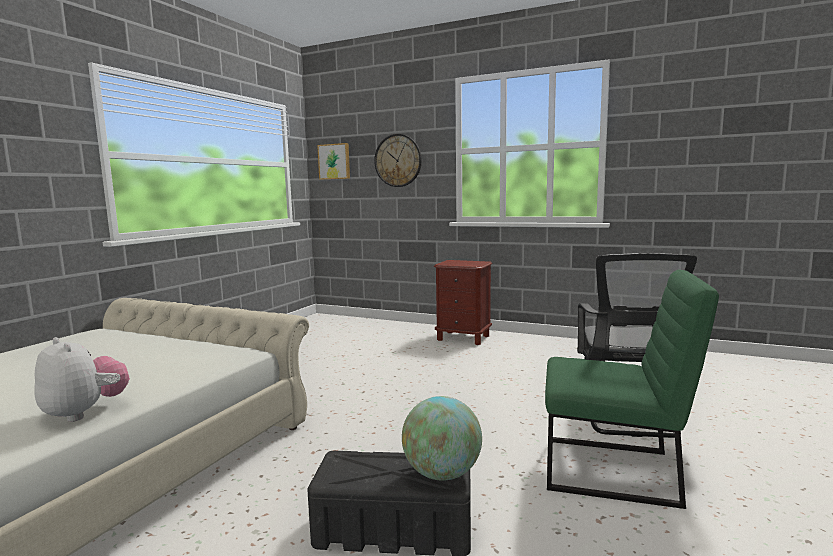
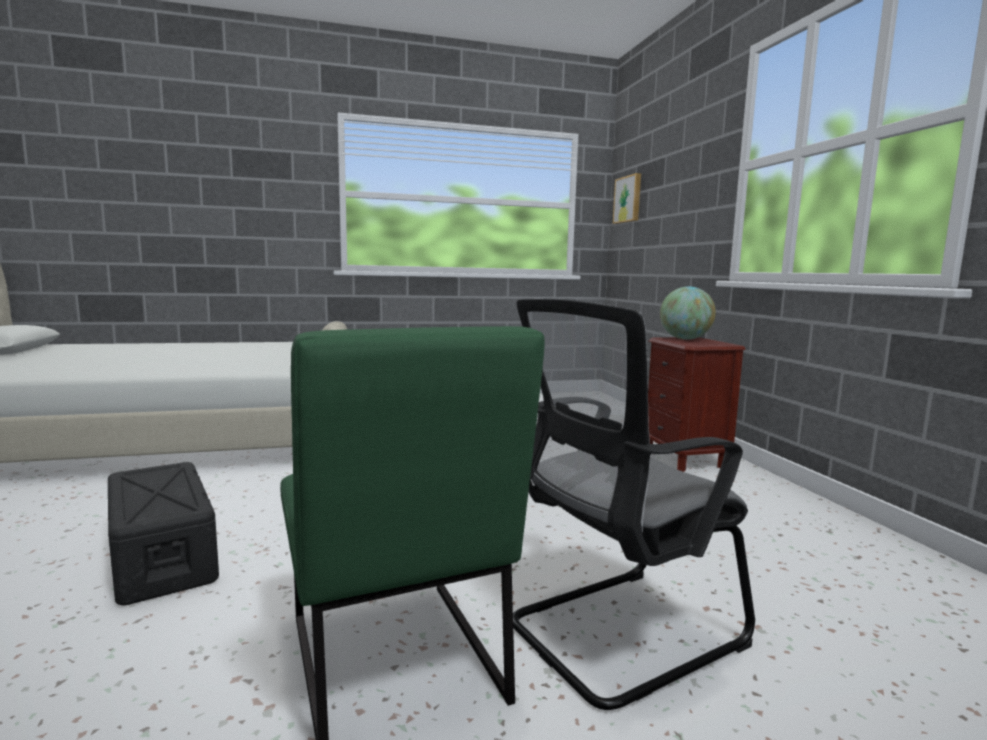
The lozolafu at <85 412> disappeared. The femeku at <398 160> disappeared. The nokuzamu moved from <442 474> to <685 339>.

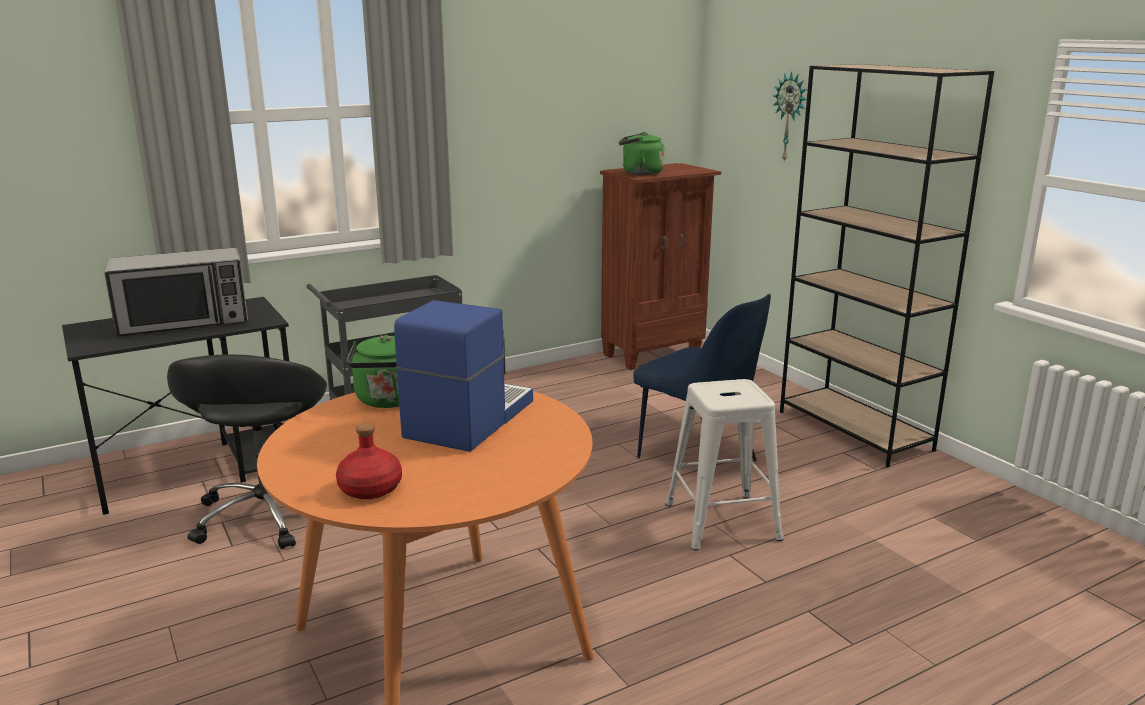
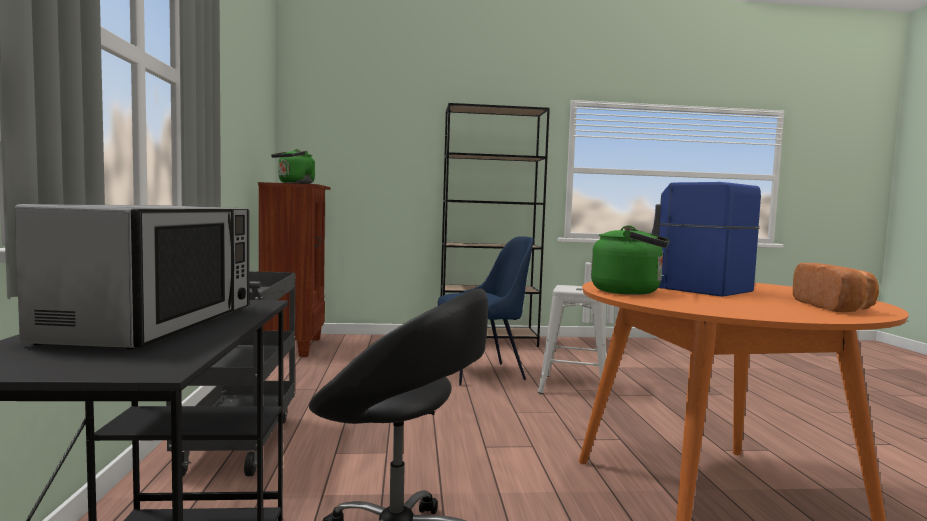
The femeku at <790 117> disappeared. The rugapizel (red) at <369 488> was replaced by the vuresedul at <835 307>.

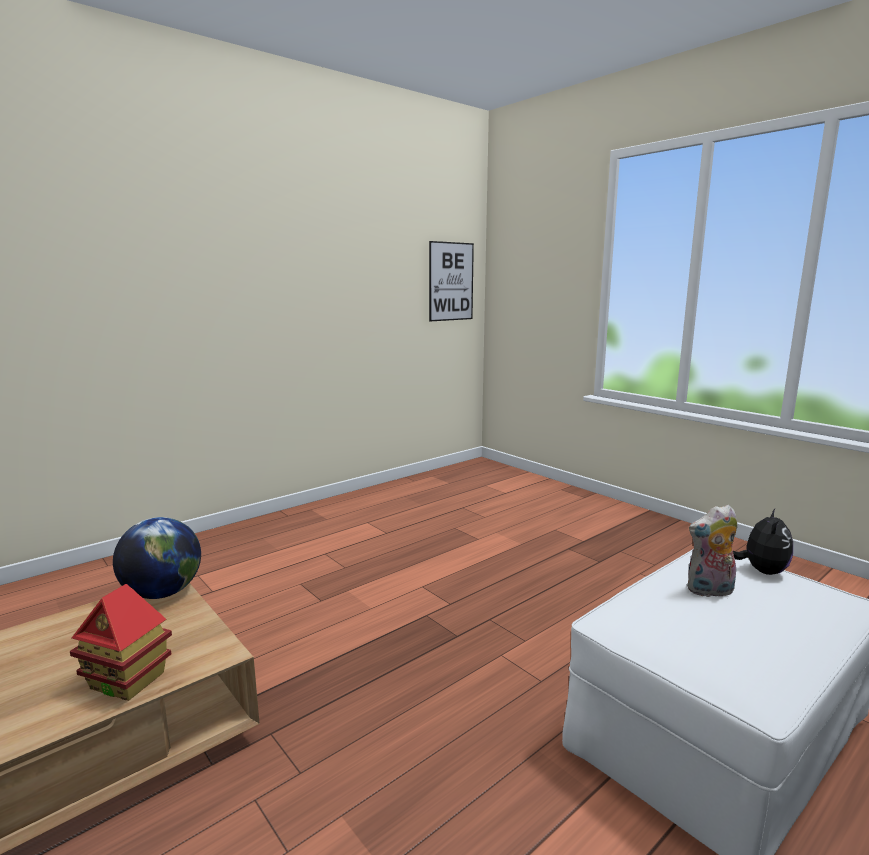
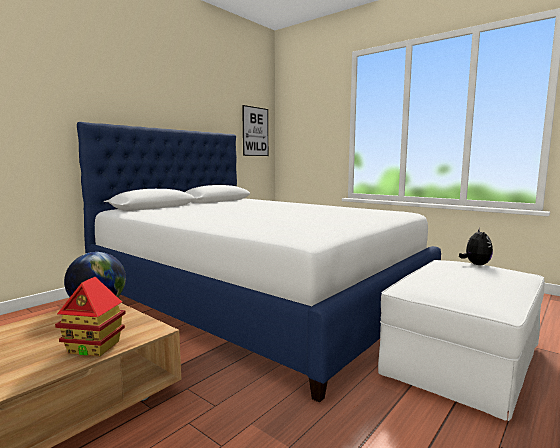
The lozolafu at <710 591> disappeared. The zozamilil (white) at <256 298> appeared.

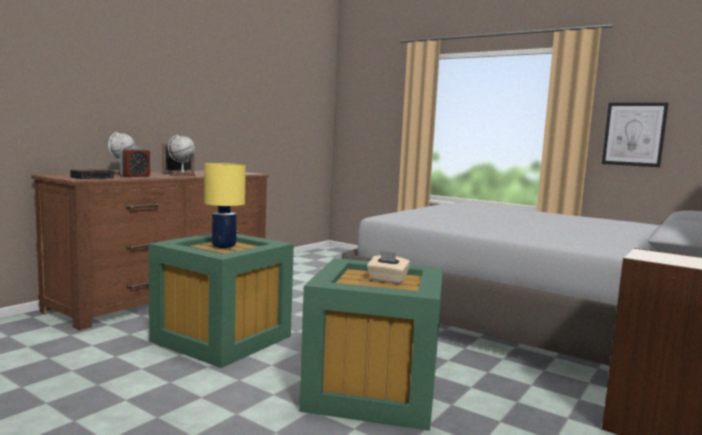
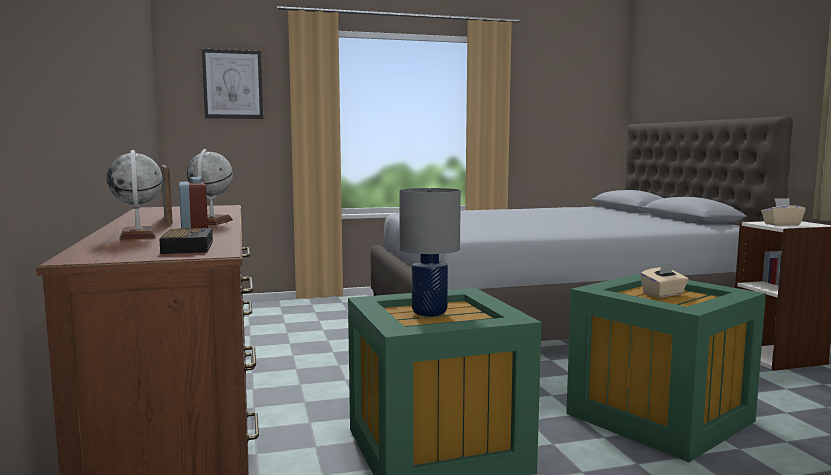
The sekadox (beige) at <781 224> appeared. The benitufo moved from <634 134> to <233 84>. The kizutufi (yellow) at <224 247> became the kizutufi (grey) at <430 314>.

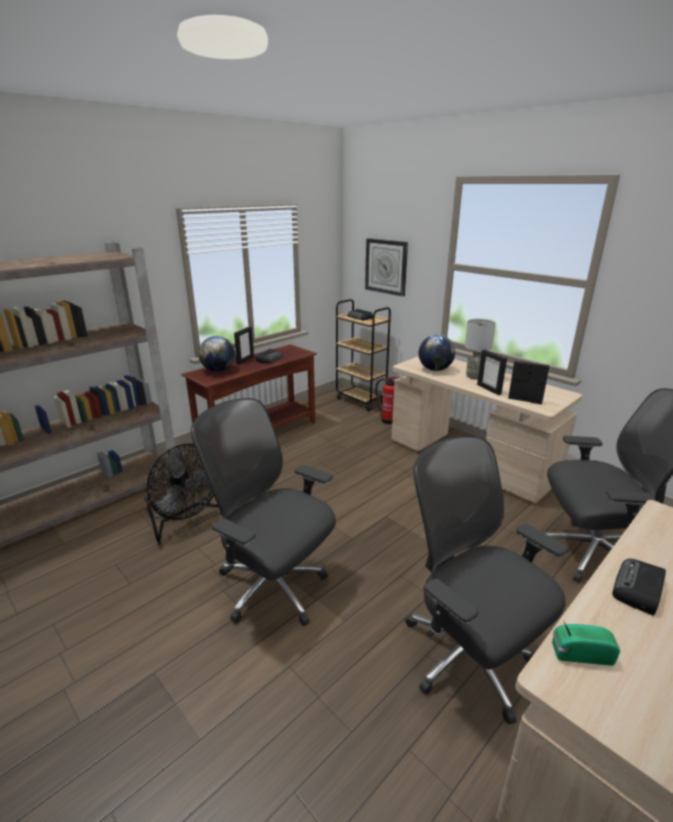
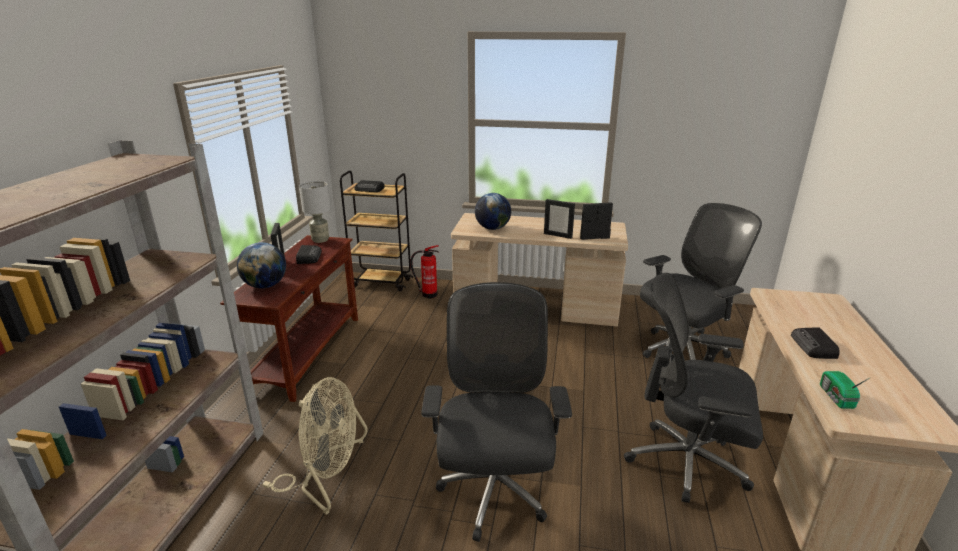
The femeku at <386 266> disappeared. The kizutufi (grey) moved from <474 376> to <320 240>. The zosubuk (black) at <184 519> became the zosubuk (beige) at <325 475>. The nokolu at <274 587> turned 90 degrees clockwise. The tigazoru at <579 653> turned 60 degrees counterclockwise.

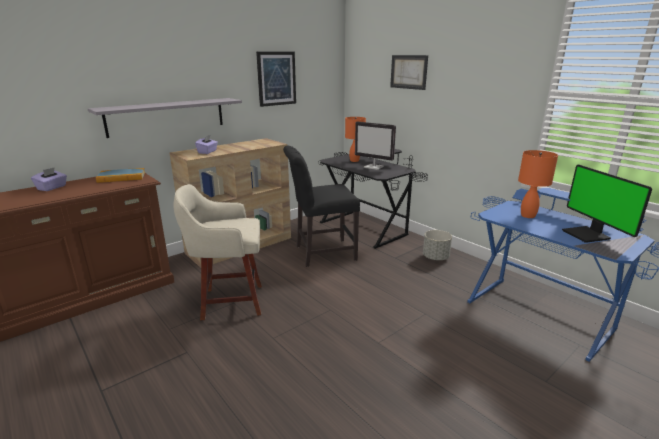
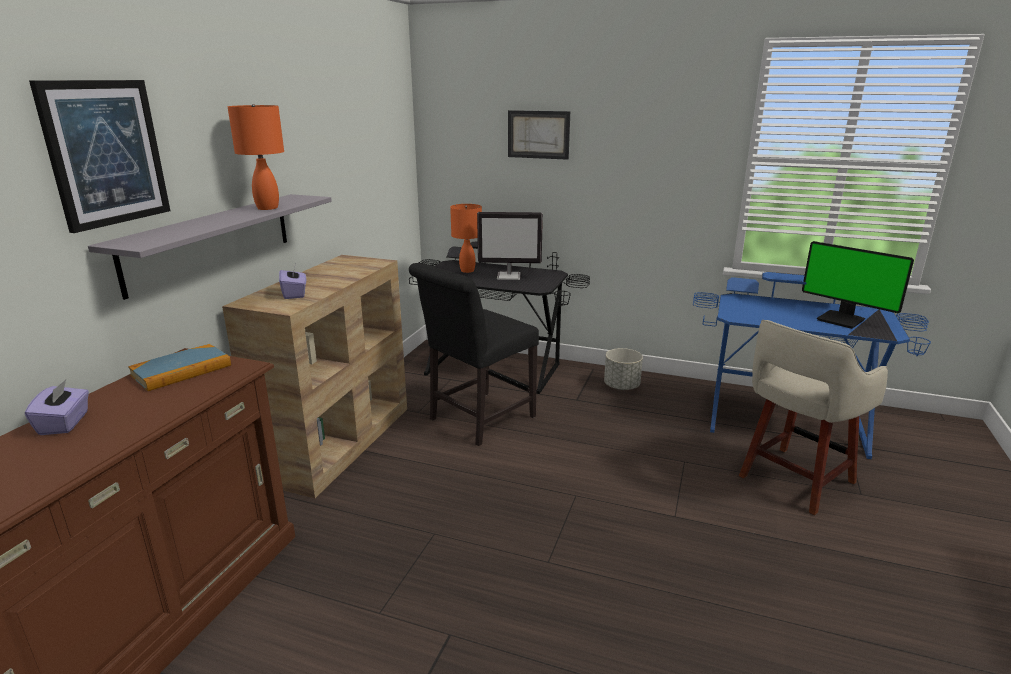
The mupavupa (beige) moved from <229 302> to <793 481>. The benitufo moved from <276 78> to <105 153>. The kizutufi (orange) moved from <527 215> to <266 208>.

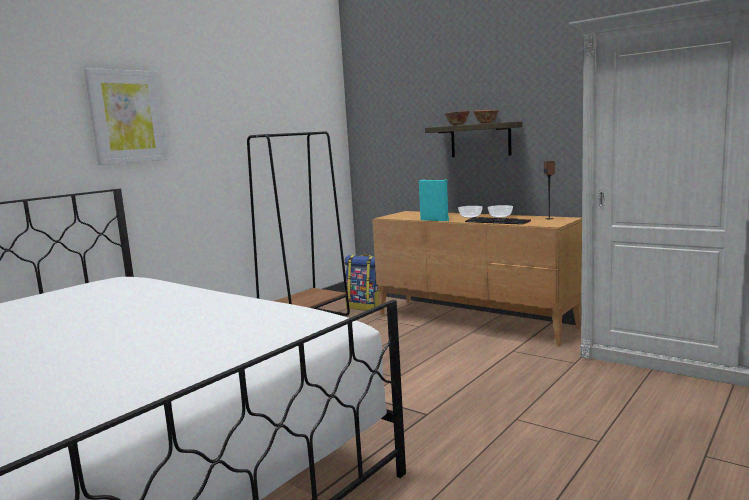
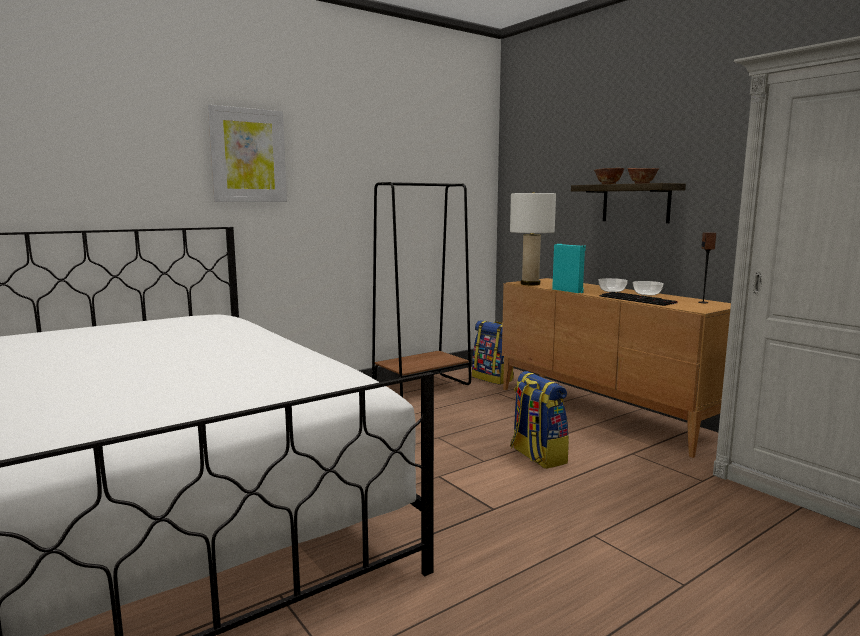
The kizutufi (white) at <530 284> appeared. The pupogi at <537 456> appeared.

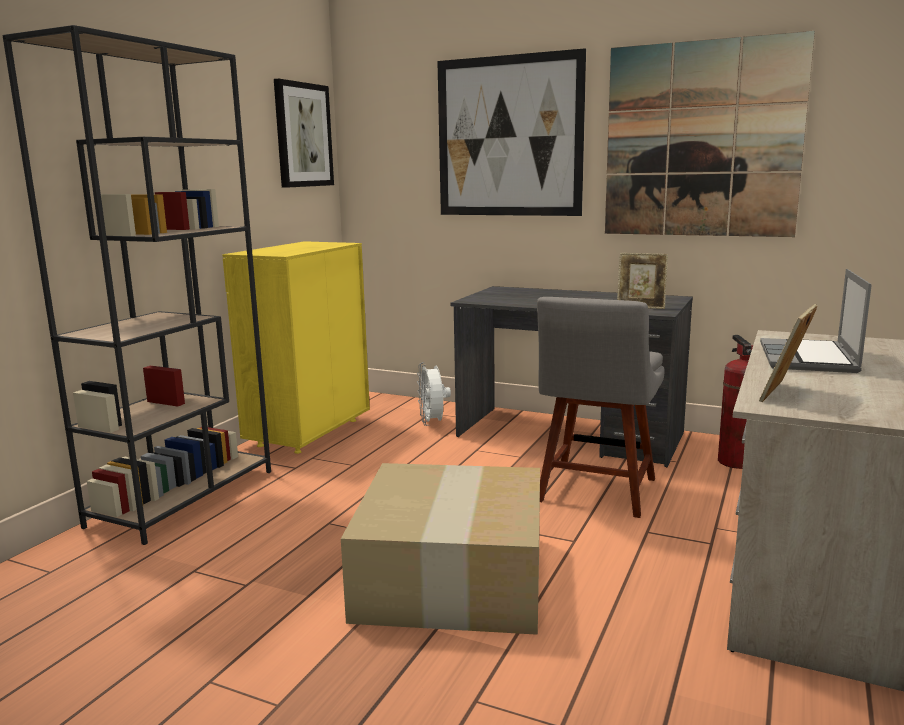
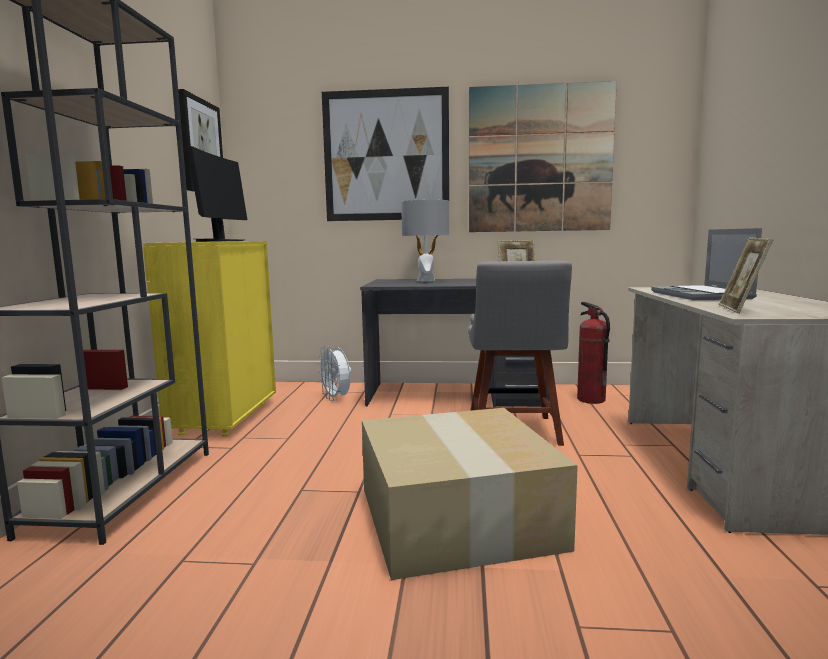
The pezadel at <220 241> appeared. The kizutufi (grey) at <426 280> appeared.

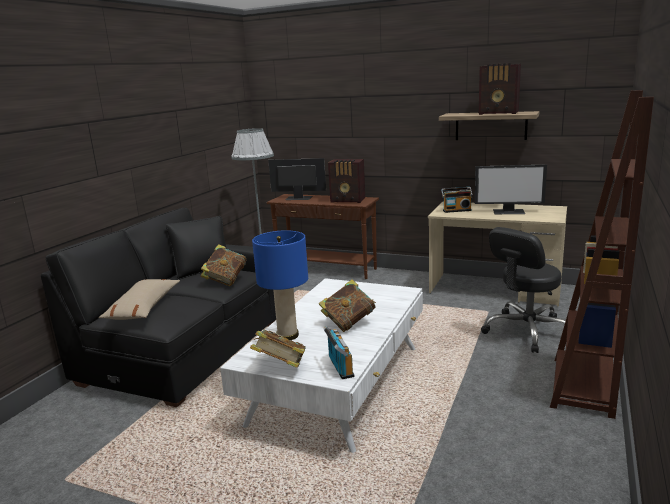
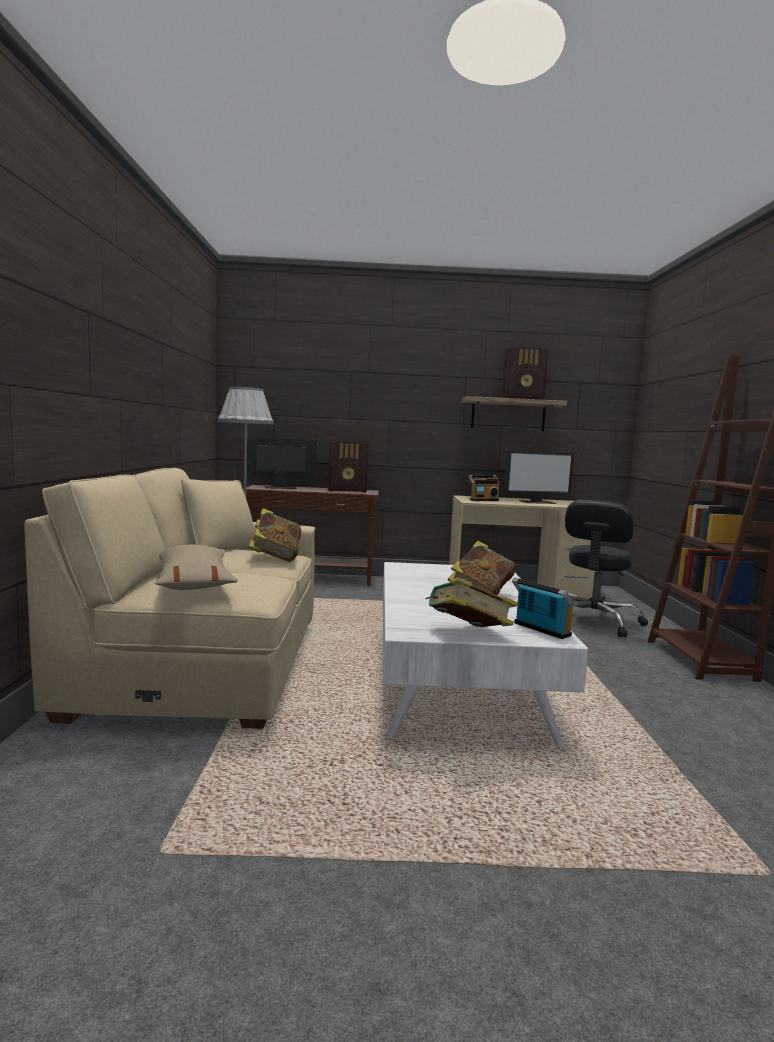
The kizutufi (blue) at <287 335> disappeared. The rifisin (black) at <184 352> became the rifisin (beige) at <203 666>.

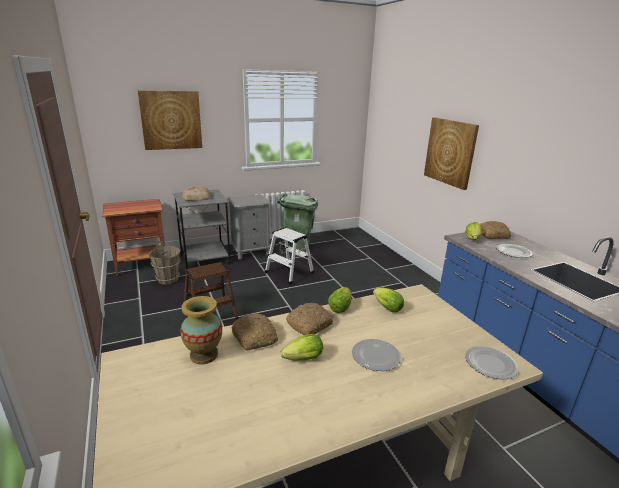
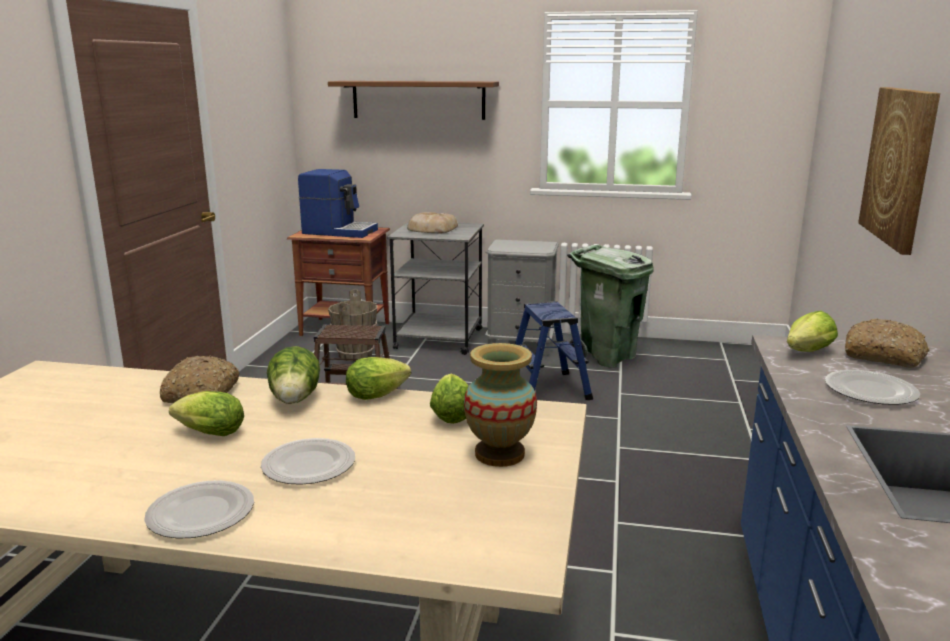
The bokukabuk at <339 231> appeared. The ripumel moved from <204 355> to <499 454>. The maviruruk moved from <491 364> to <201 514>. The benitufo at <171 120> was replaced by the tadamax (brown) at <418 100>. The vuresedul at <309 324> was replaced by the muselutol at <295 401>. The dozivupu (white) at <289 272> became the dozivupu (blue) at <547 389>.

